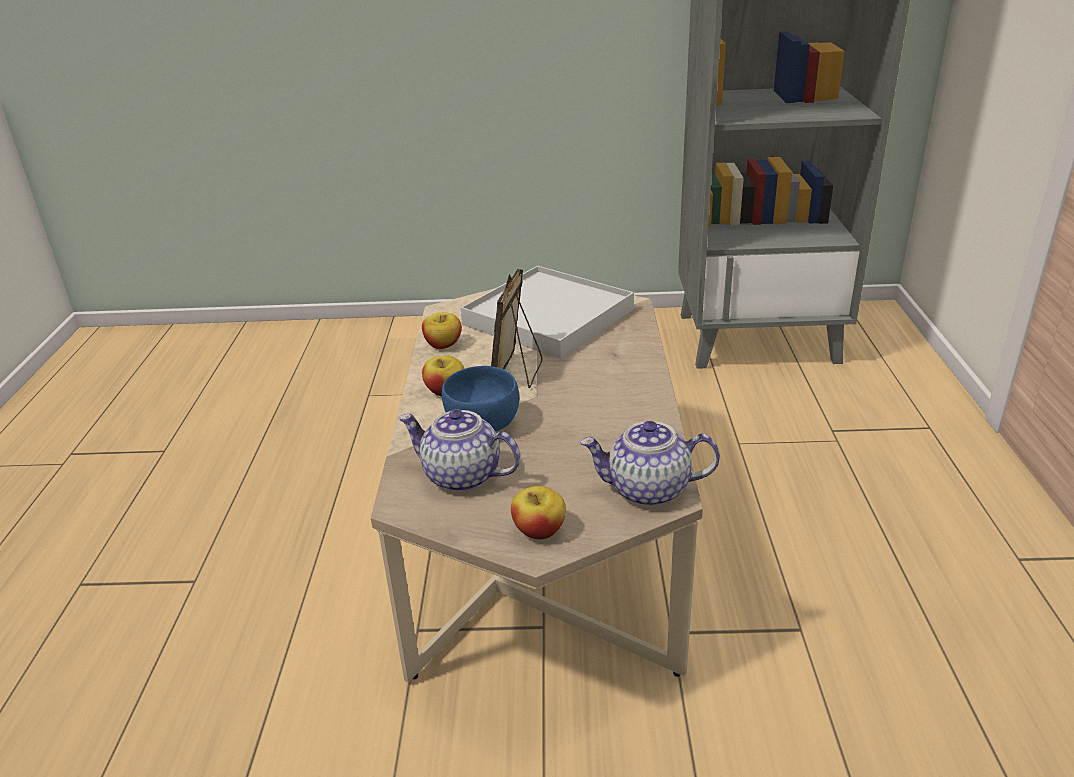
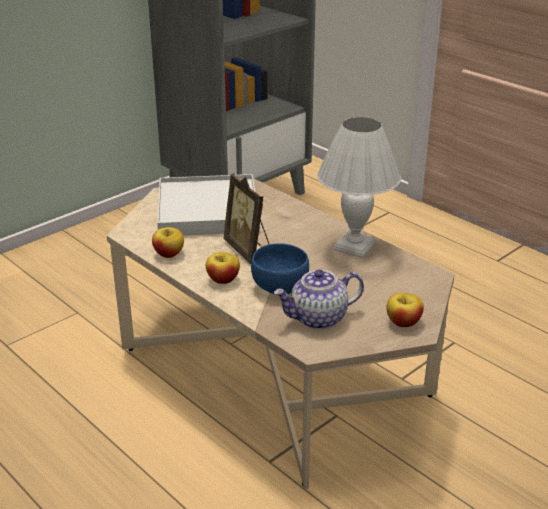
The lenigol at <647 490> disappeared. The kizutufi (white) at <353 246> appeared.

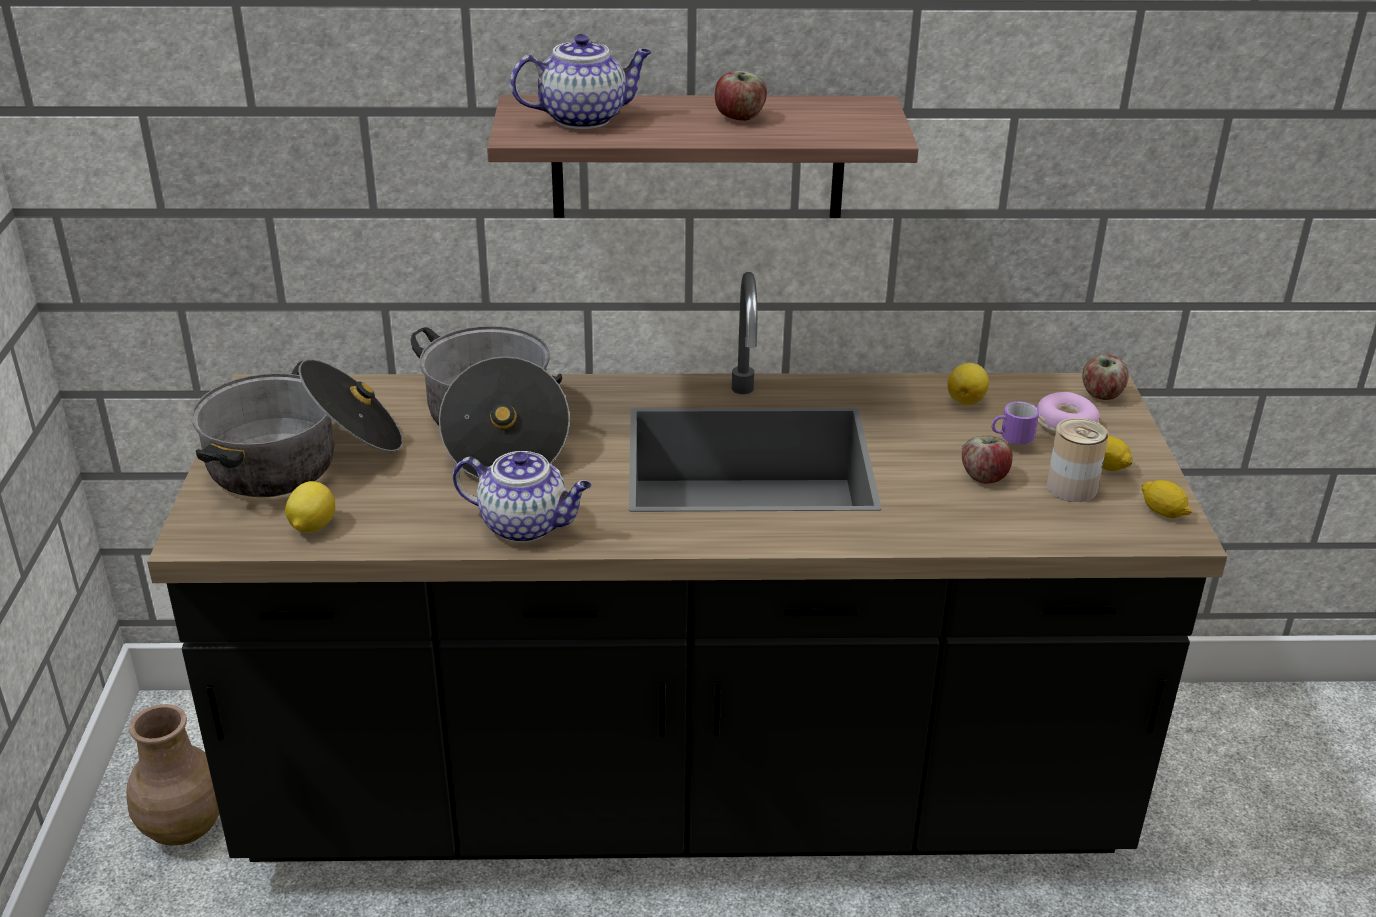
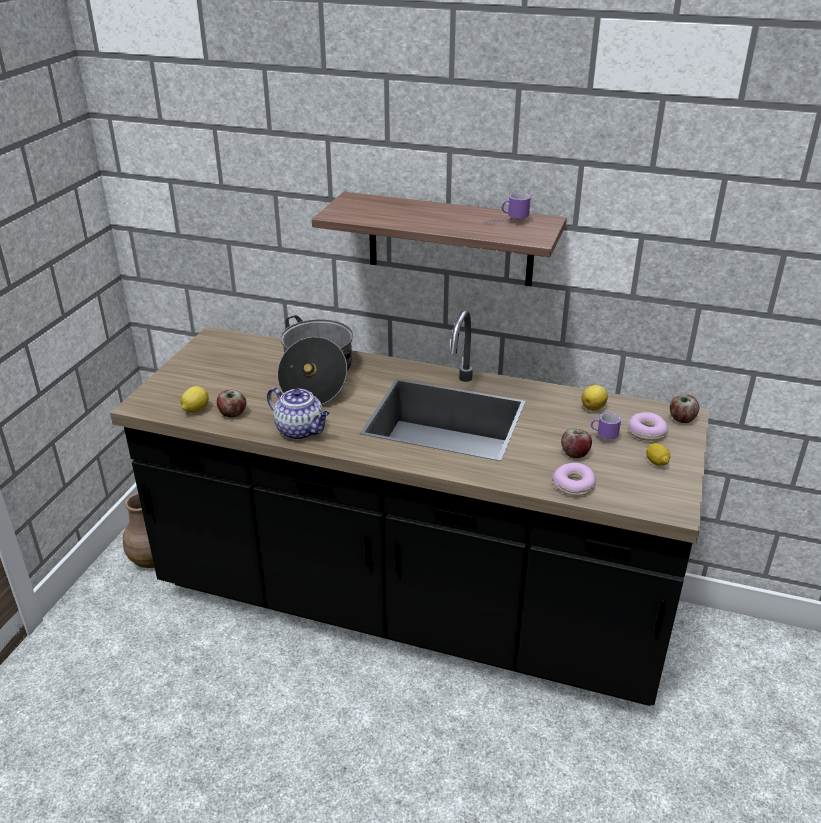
The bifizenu at <303 460> disappeared. The lenigol at <584 118> disappeared. The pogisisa at <1071 487> disappeared. The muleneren at <1163 512> disappeared. The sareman at <505 222> appeared. The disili at <574 485> appeared. The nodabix moved from <739 118> to <232 414>.

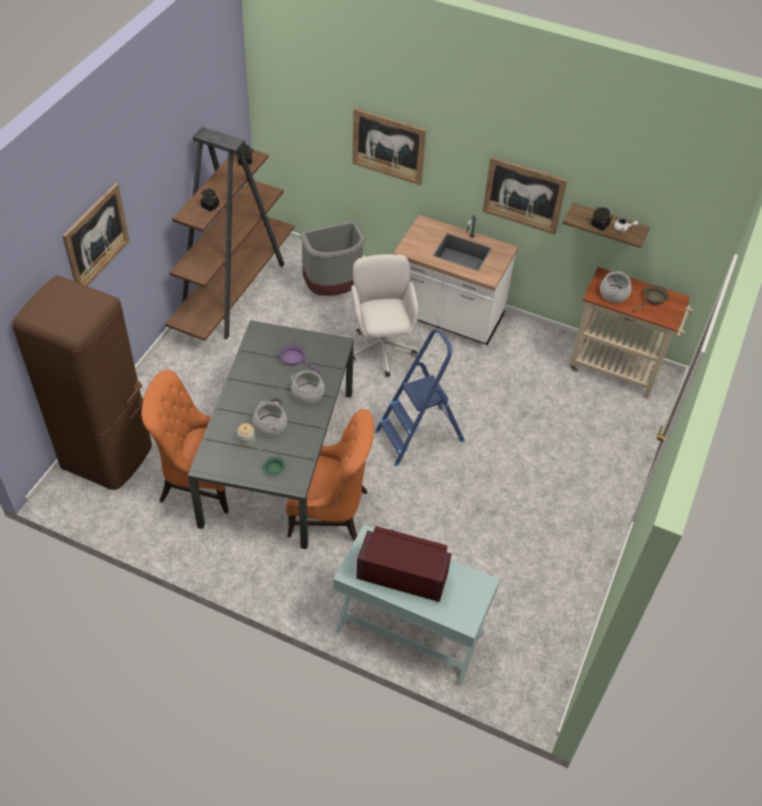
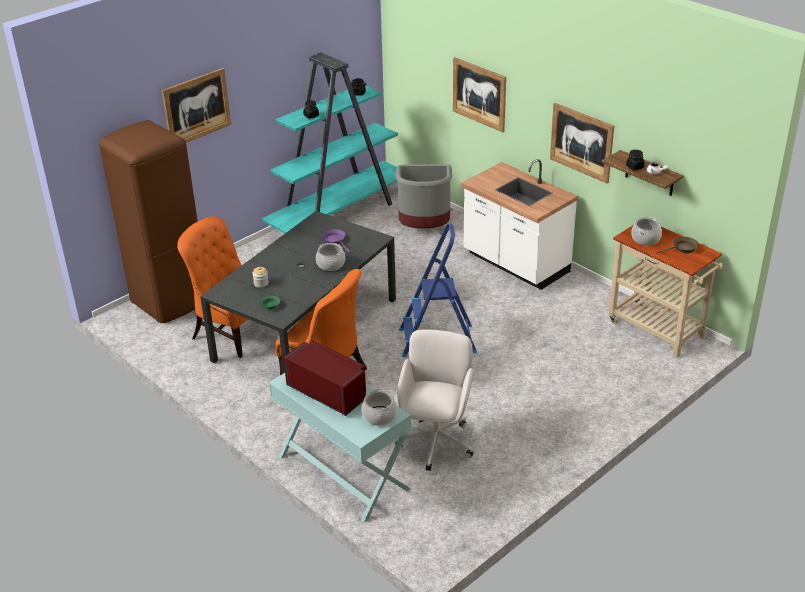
The bifizenu moved from <270 425> to <379 416>. The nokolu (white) moved from <382 351> to <436 443>. The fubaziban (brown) at <234 291> became the fubaziban (turquoise) at <339 215>.

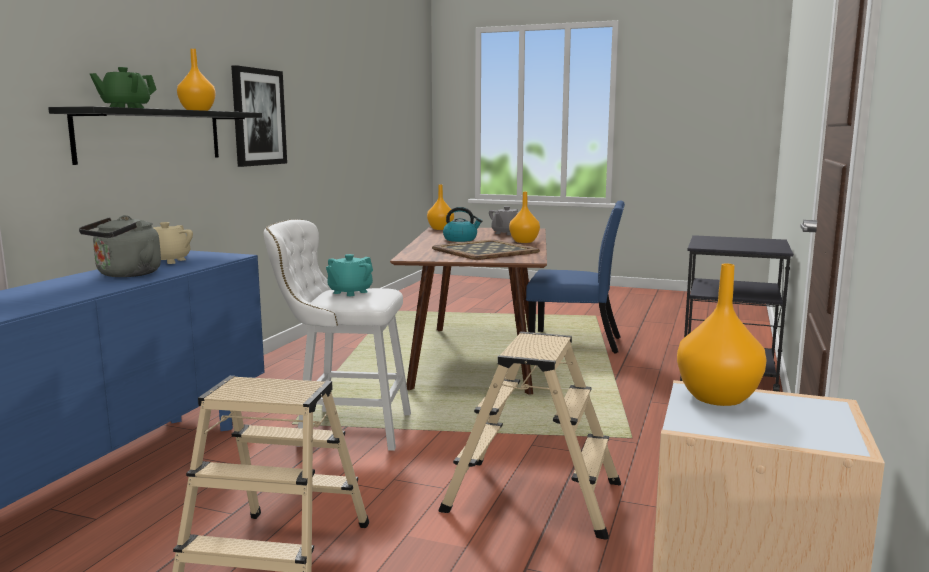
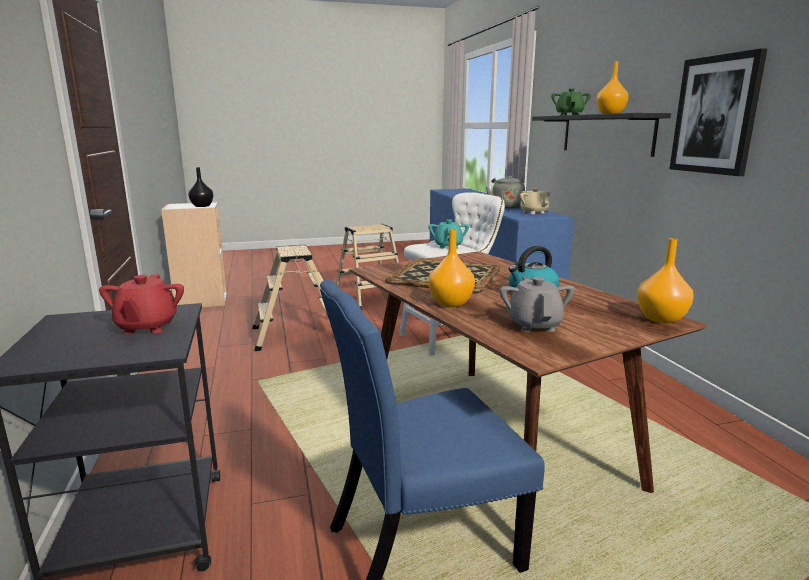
The lenigol (red) at <147 327> appeared. The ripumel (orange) at <718 398> became the ripumel (black) at <202 206>.

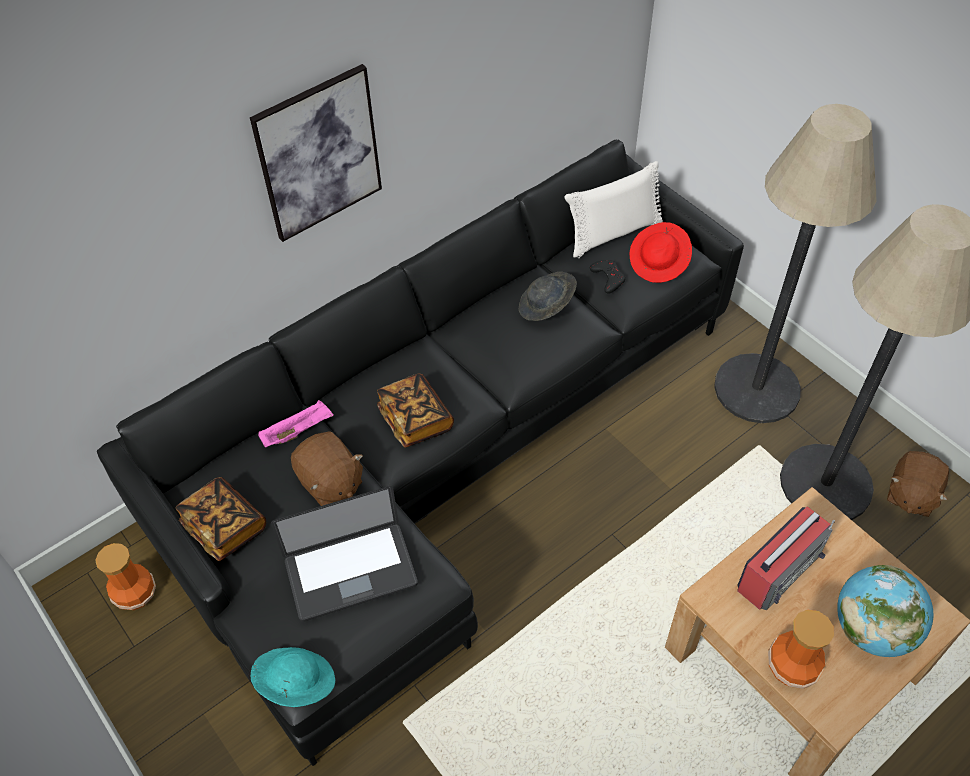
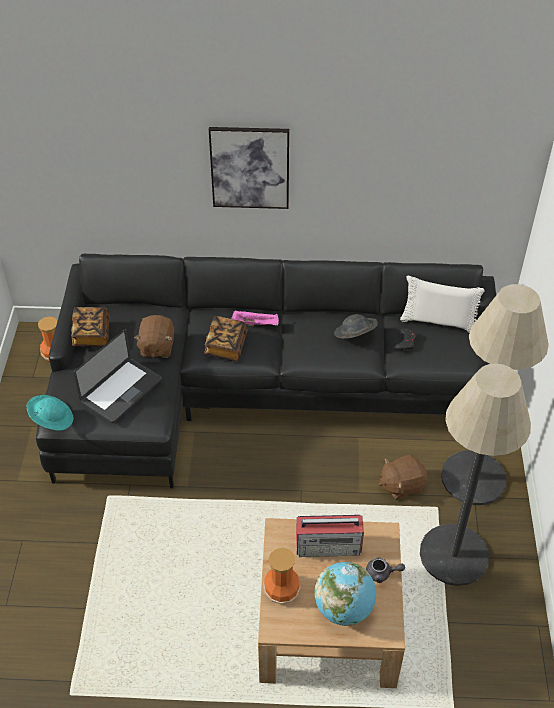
The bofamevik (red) at <659 263> disappeared. The lenigol (grey) at <382 573> appeared. The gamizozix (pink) moved from <298 431> to <256 323>. The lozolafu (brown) moved from <910 495> to <401 485>. The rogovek at <351 572> turned 75 degrees counterclockwise.

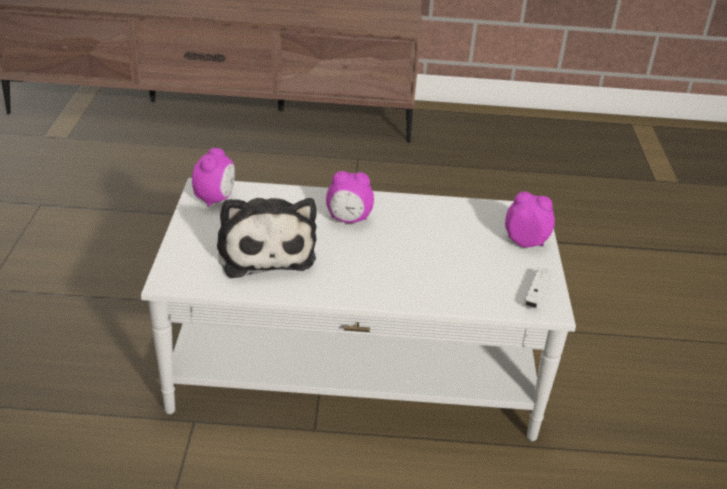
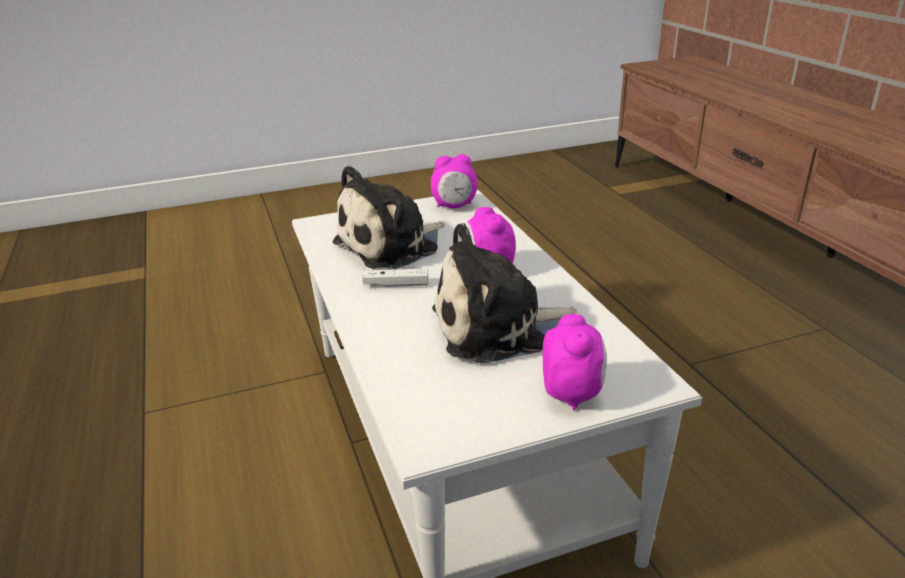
The lozolafu at <497 328> appeared. The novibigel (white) moved from <536 294> to <396 284>.

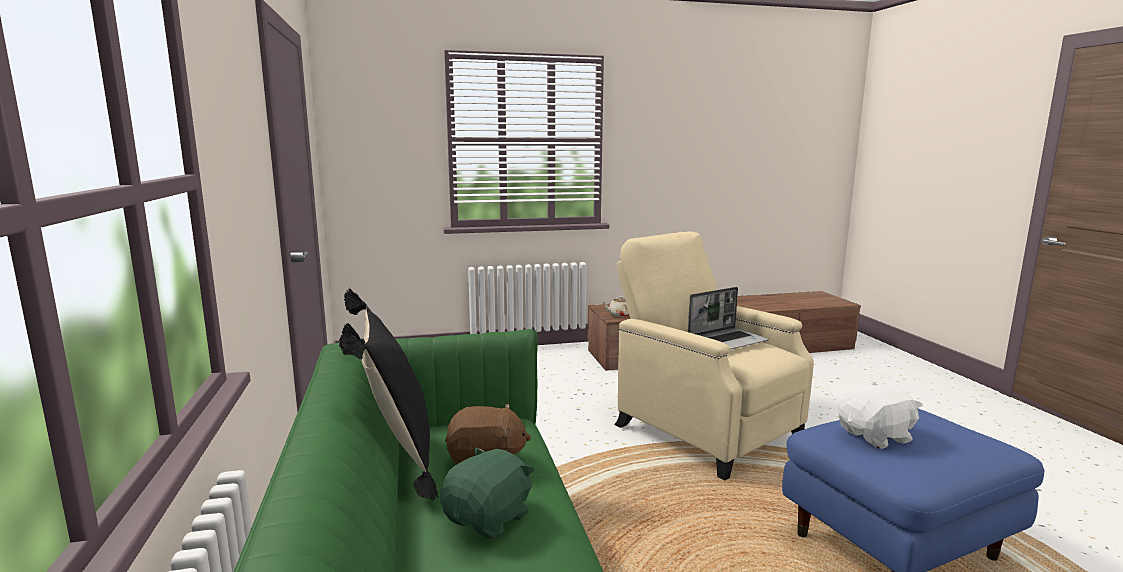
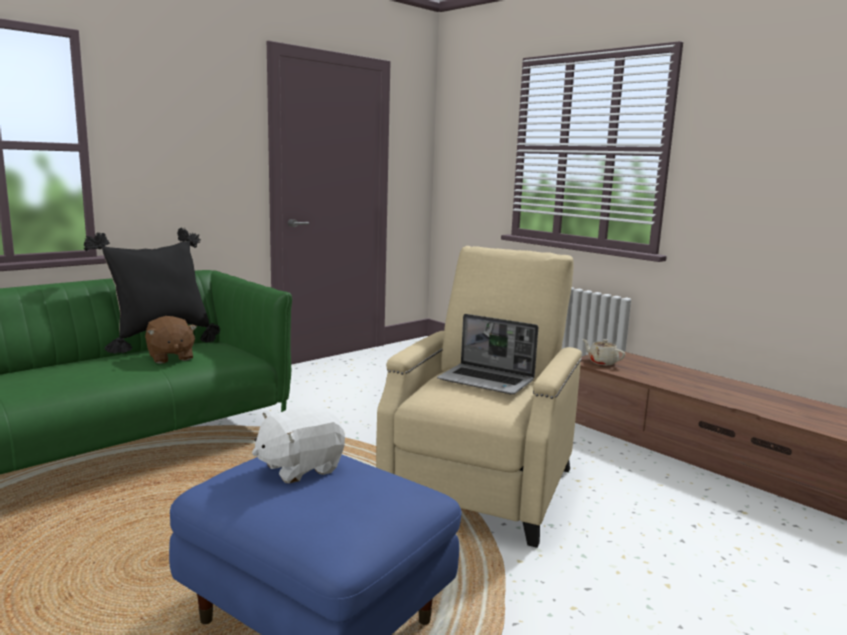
The lozolafu (green) at <489 519> disappeared. The lozolafu (white) at <876 436> turned 105 degrees clockwise.

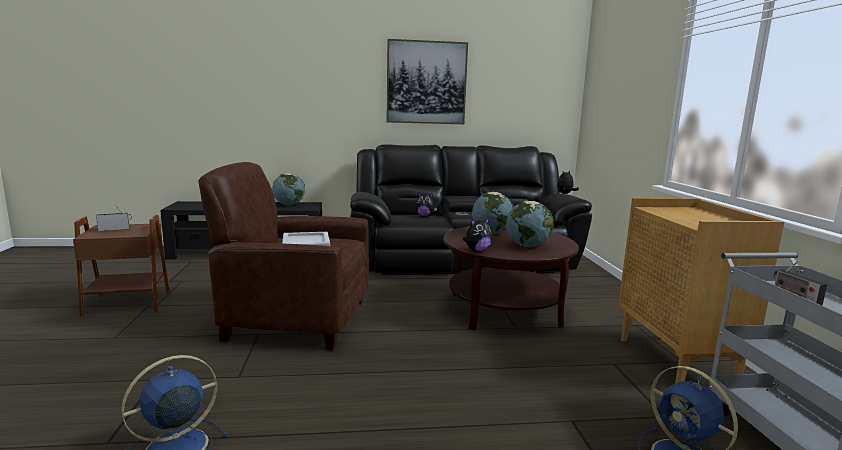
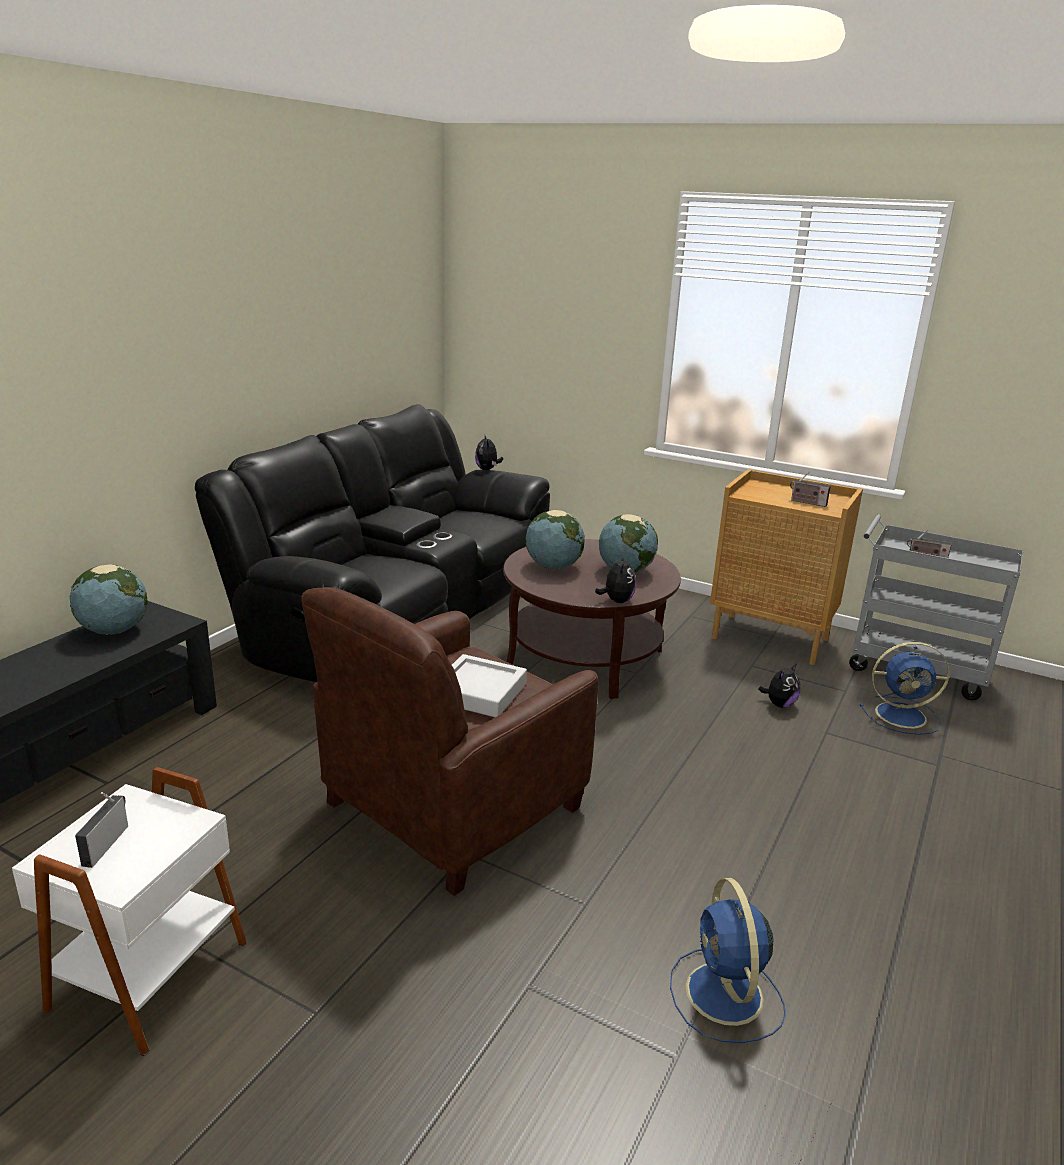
The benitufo at <426 82> disappeared. The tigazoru at <806 502> appeared. The lozolafu moved from <425 216> to <779 704>. The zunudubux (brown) at <128 303> became the zunudubux (white) at <146 974>.

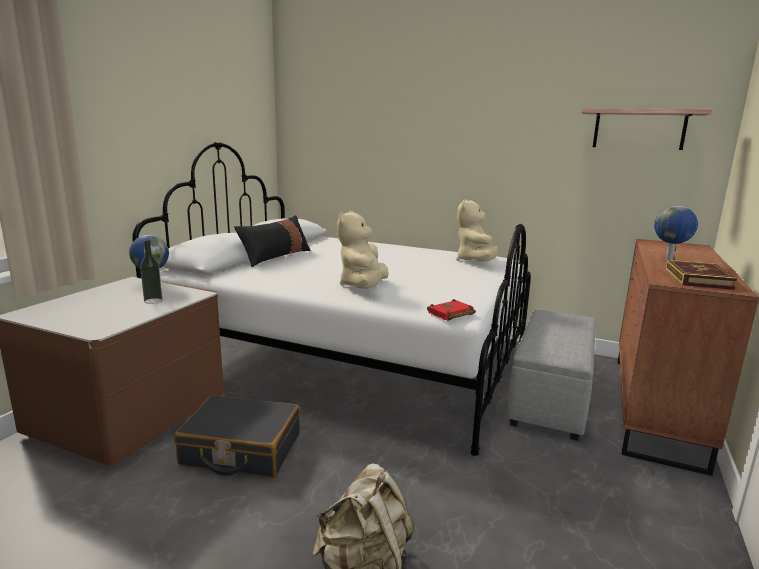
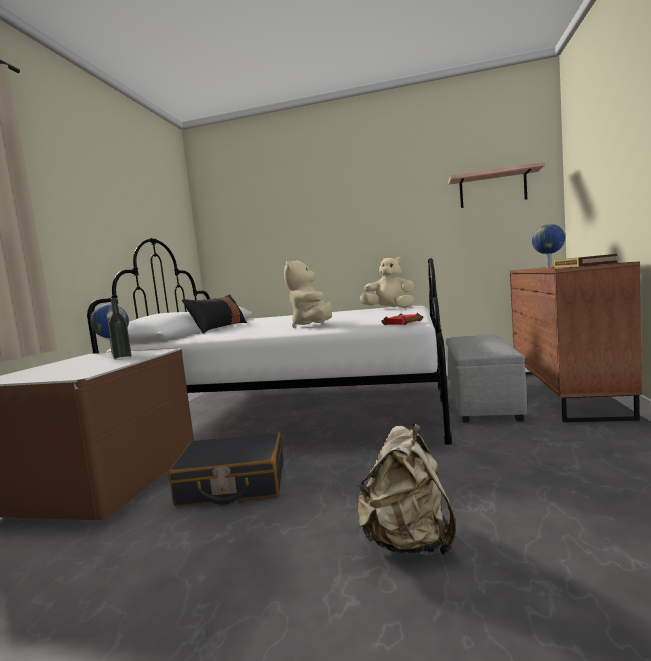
The lozolafu (beige) at <475 261> turned 120 degrees clockwise.

